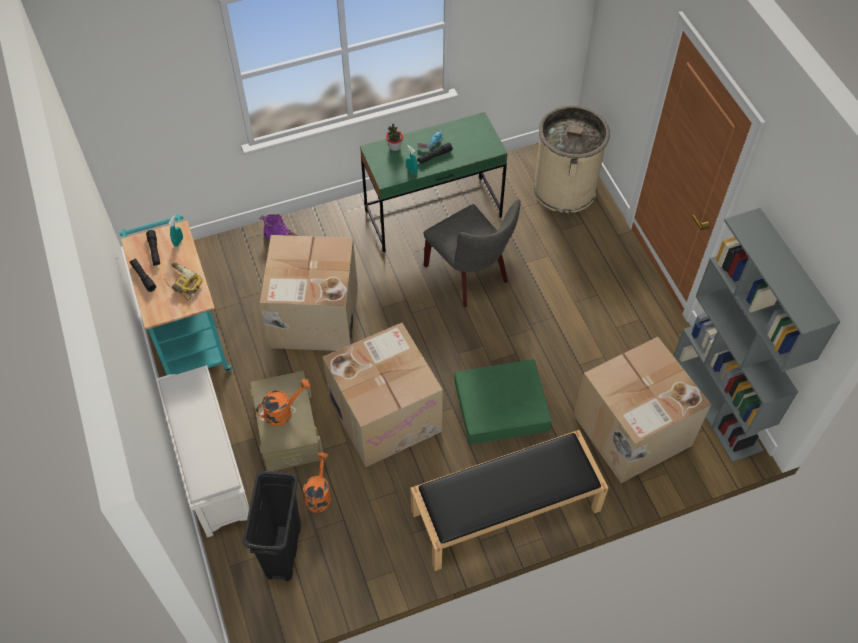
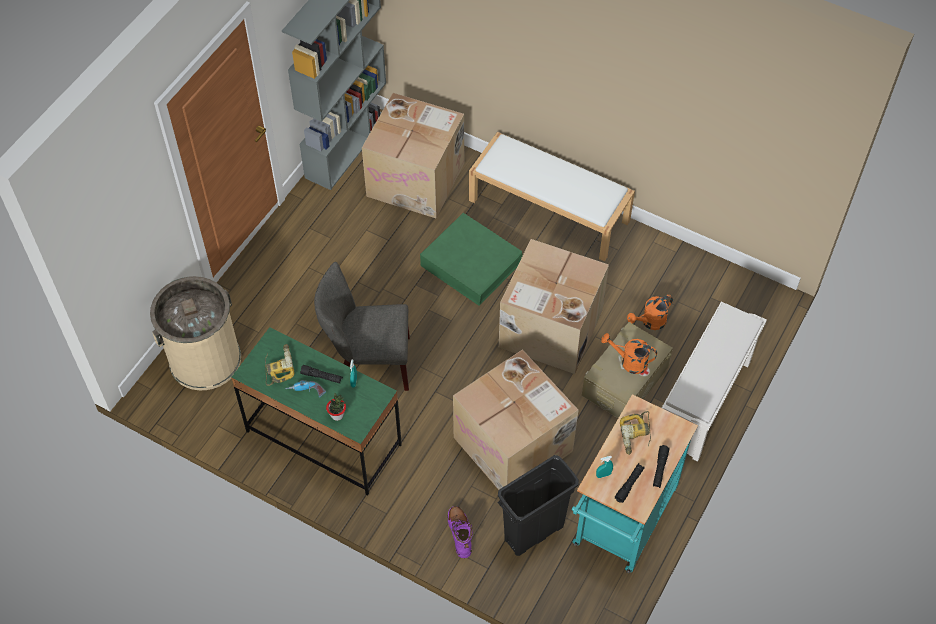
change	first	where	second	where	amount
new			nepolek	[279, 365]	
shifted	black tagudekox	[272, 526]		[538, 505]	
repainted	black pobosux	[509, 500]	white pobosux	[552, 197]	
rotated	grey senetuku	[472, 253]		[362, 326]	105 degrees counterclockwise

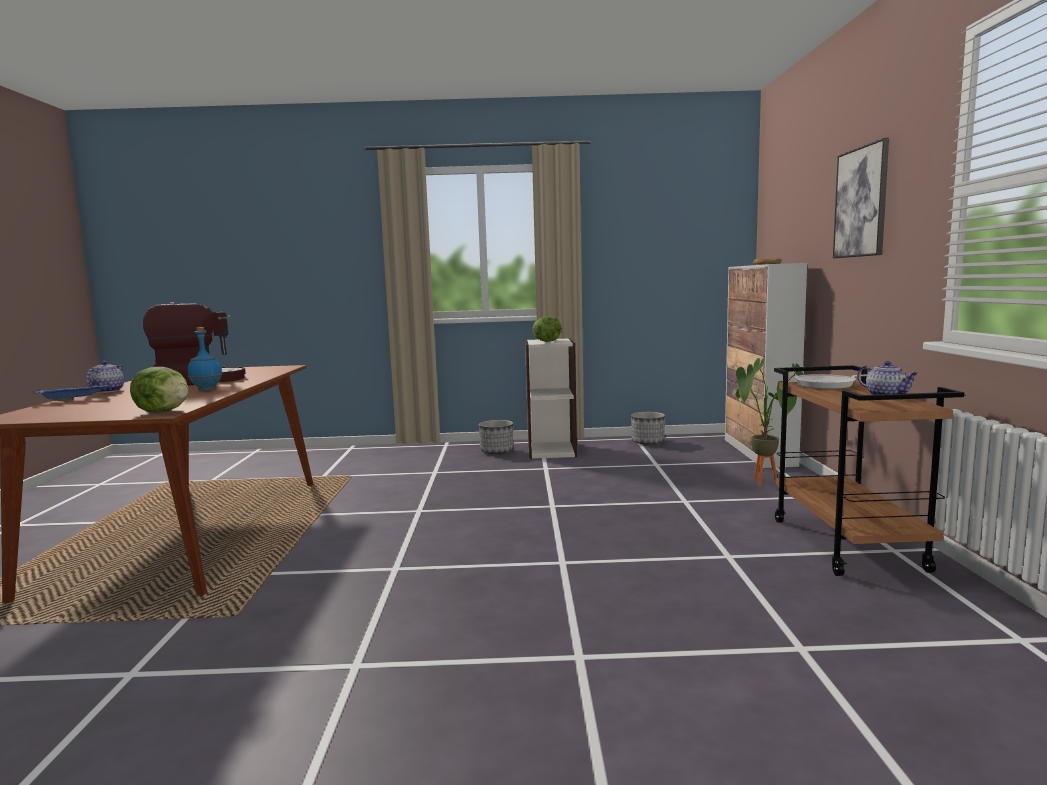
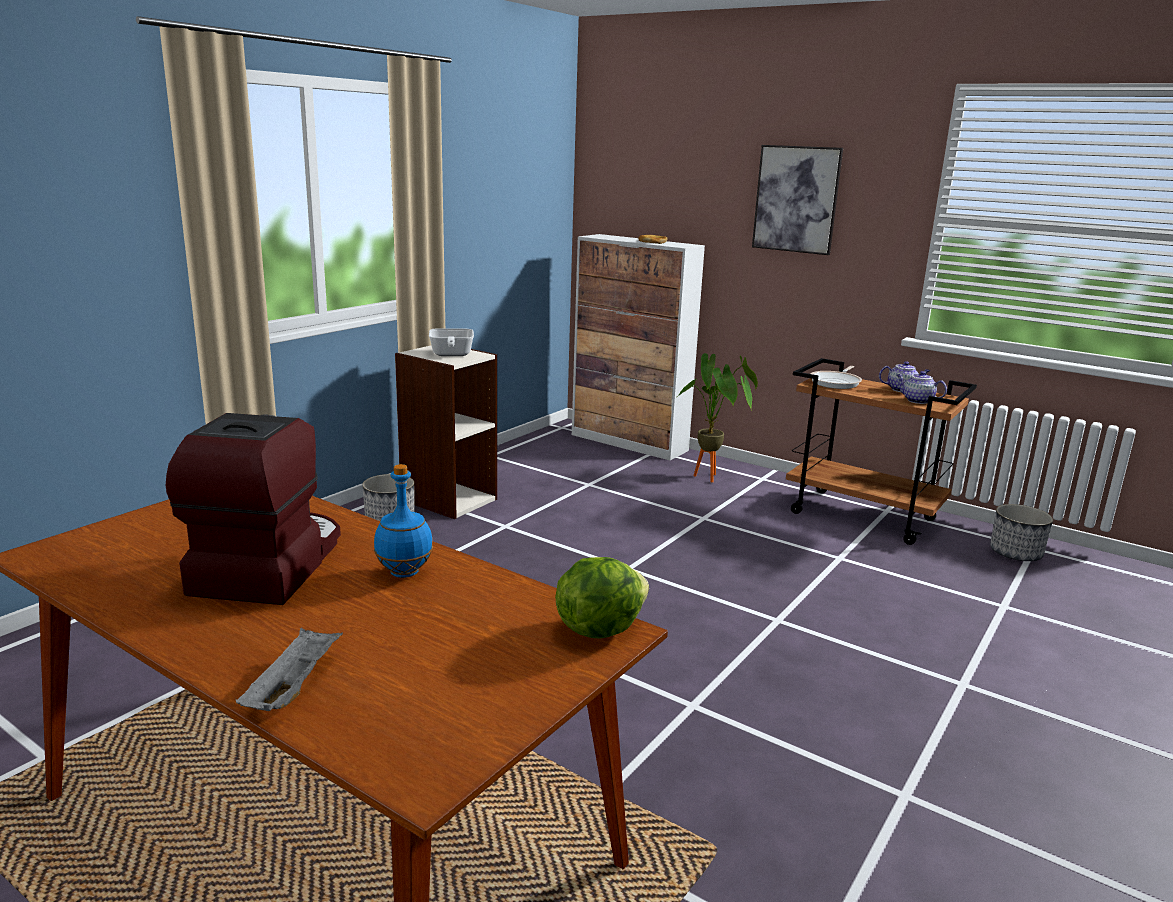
change	first	where	second	where	amount
shifted	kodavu	[105, 377]		[922, 387]	
shifted	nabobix	[648, 428]		[1021, 532]	
swapped	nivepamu	[547, 329]	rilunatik	[451, 342]	
repainted	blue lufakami	[72, 392]	grey lufakami	[289, 669]	

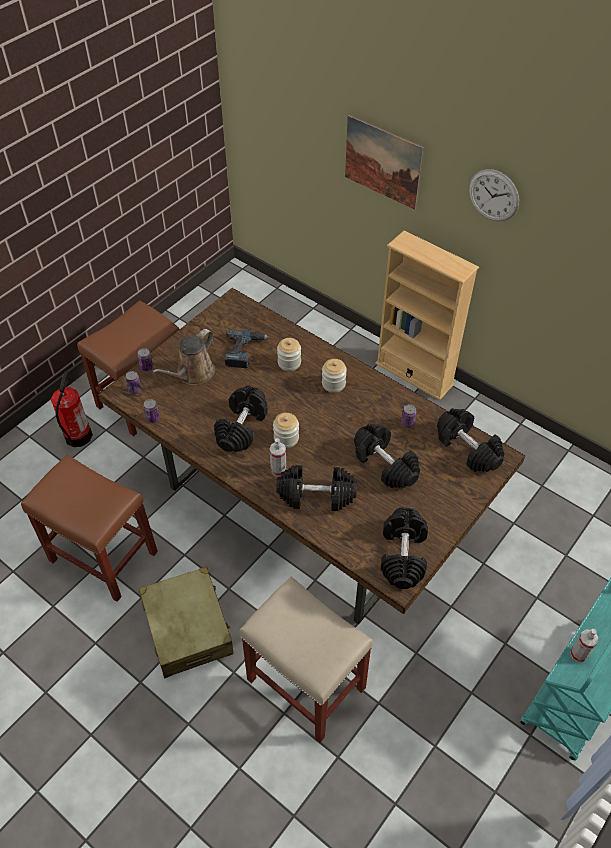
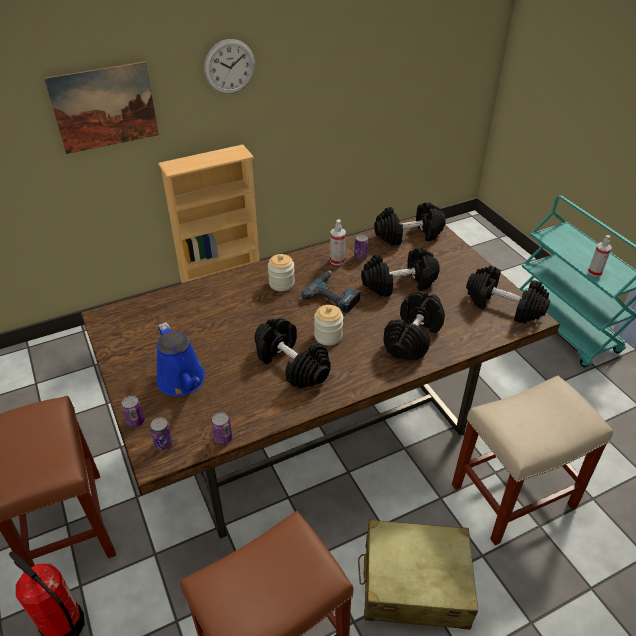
change	first	where	second	where	amount
gone	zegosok	[289, 354]			
shifted	nepolek	[247, 348]		[331, 292]	
shifted	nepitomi	[278, 457]		[338, 242]	
repainted	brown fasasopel	[183, 357]	blue fasasopel	[181, 359]	

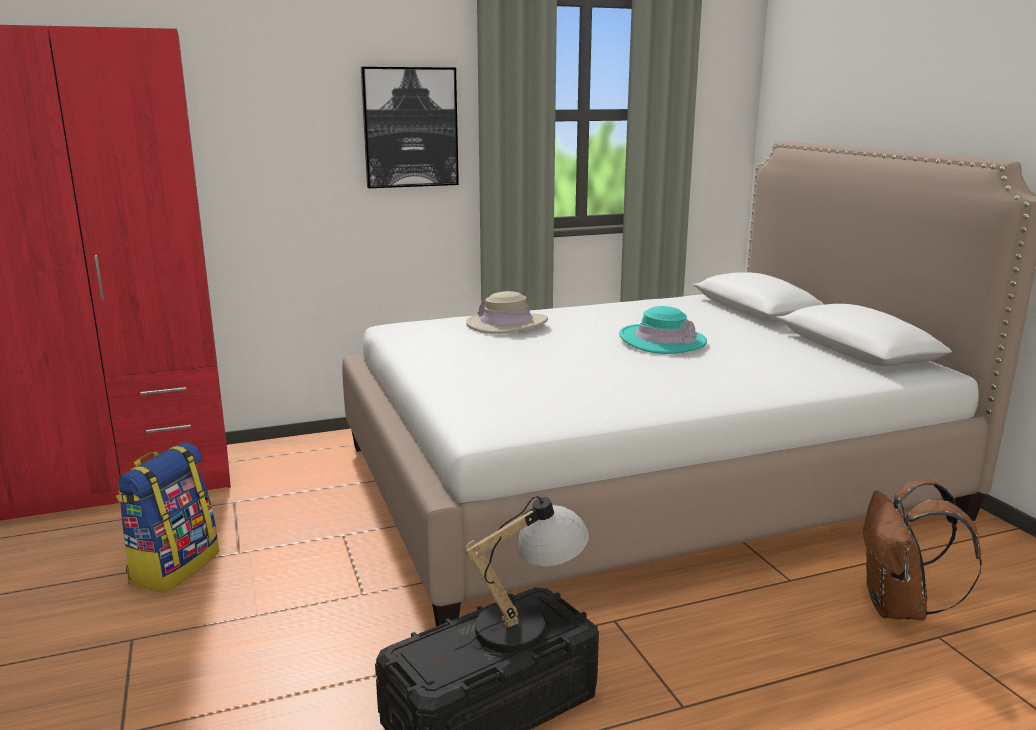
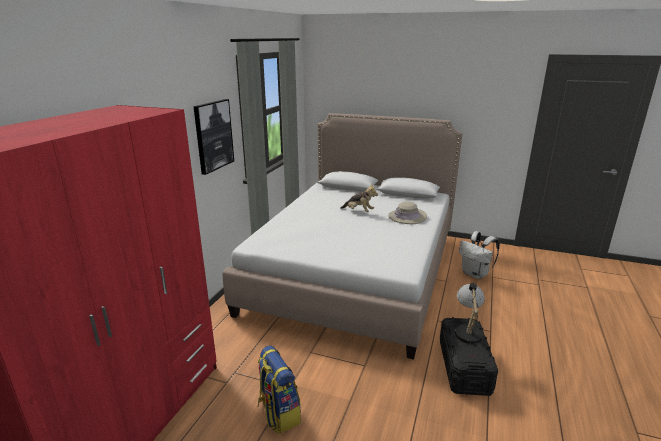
change	first	where	second	where	amount
shifted	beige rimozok	[507, 312]		[407, 212]	
swapped	turquoise rimozok	[663, 330]	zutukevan	[359, 198]	
repainted	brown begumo	[922, 550]	white begumo	[479, 255]	

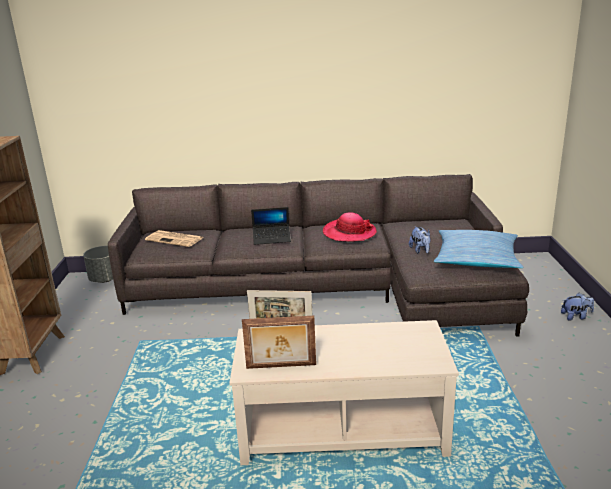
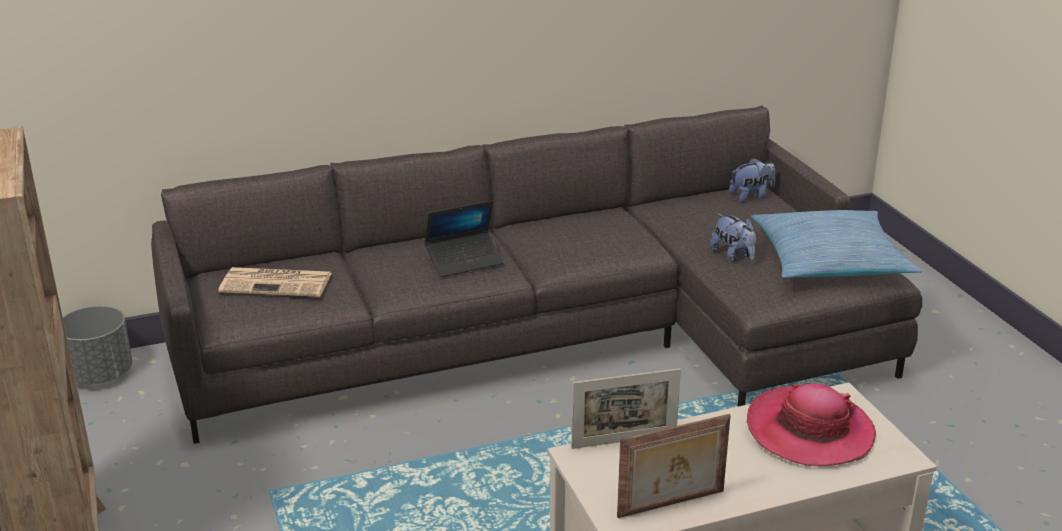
change	first	where	second	where	amount
shifted	rimozok	[350, 227]		[811, 425]	
shifted	zutukevan	[577, 307]		[752, 180]	

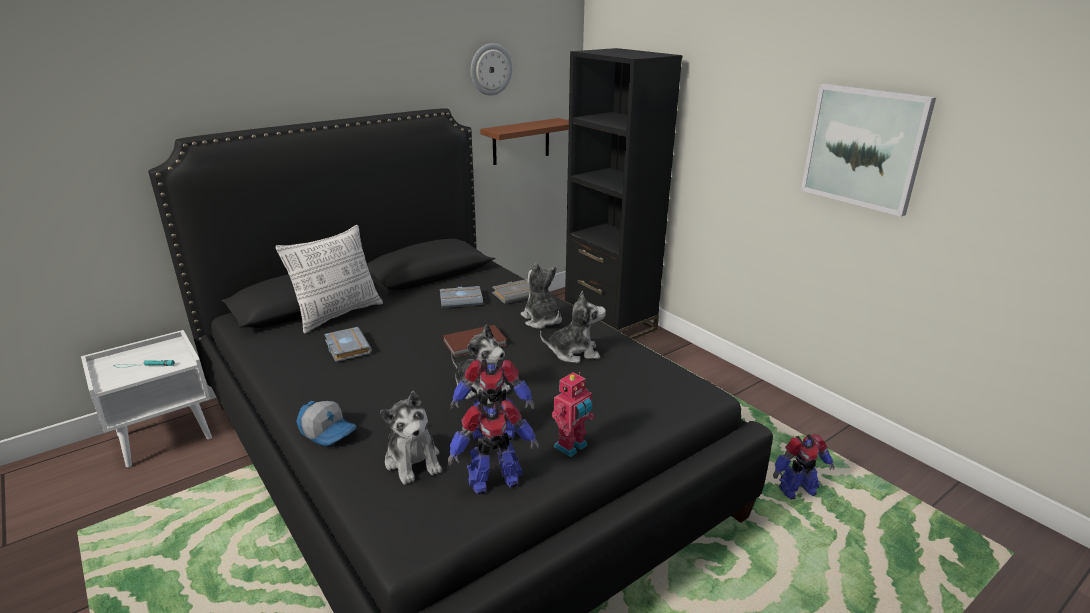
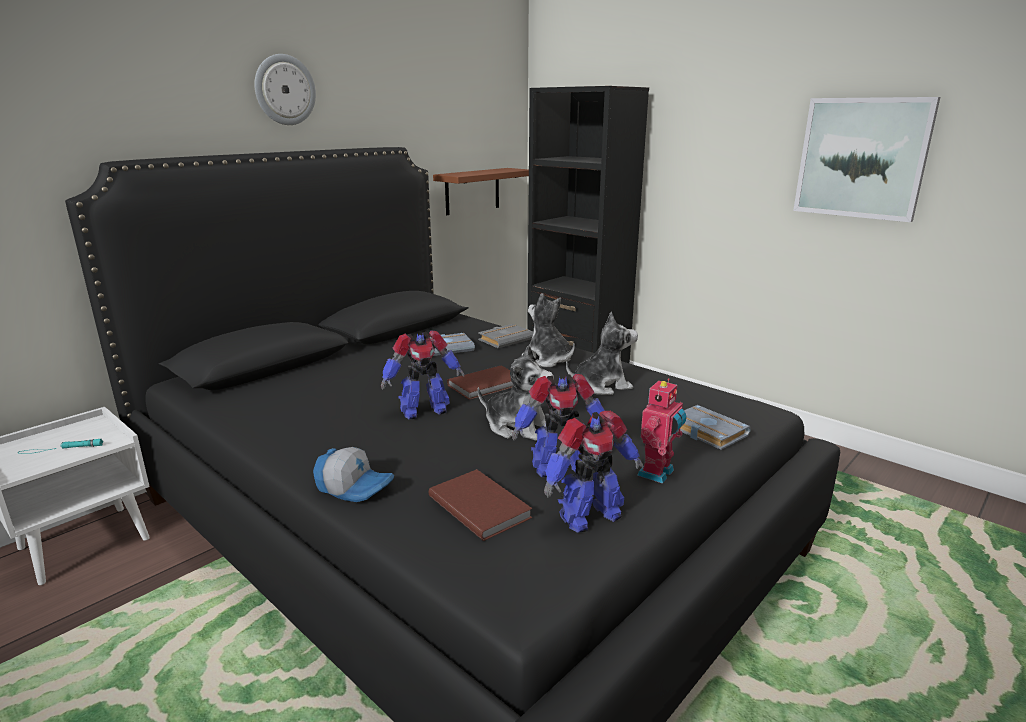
change	first	where	second	where	amount
gone	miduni	[329, 279]			
shifted	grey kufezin	[348, 344]		[715, 427]	
shifted	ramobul	[492, 69]		[285, 89]	
shifted	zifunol	[803, 466]		[422, 375]	
swapped	zutukevan	[411, 438]	brown kufezin	[481, 505]	

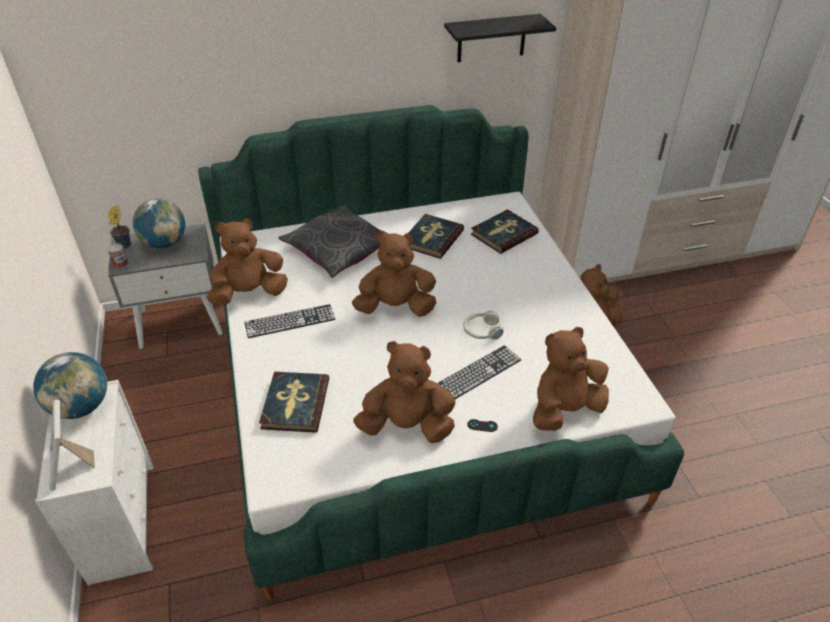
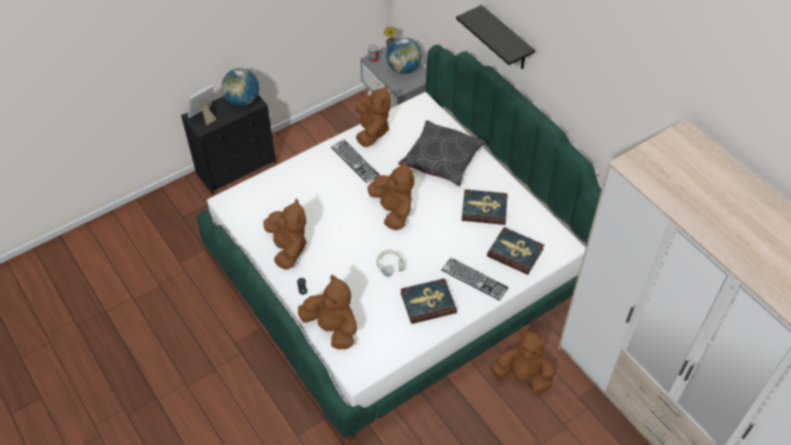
change	first	where	second	where	amount
shifted	kufezin	[294, 402]		[428, 301]	
shifted	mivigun	[479, 372]		[475, 279]	
shifted	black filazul	[500, 38]		[495, 37]	
repainted	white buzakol	[94, 482]	black buzakol	[228, 145]	
rotated	brown zutukevan	[247, 262]		[373, 116]	45 degrees clockwise

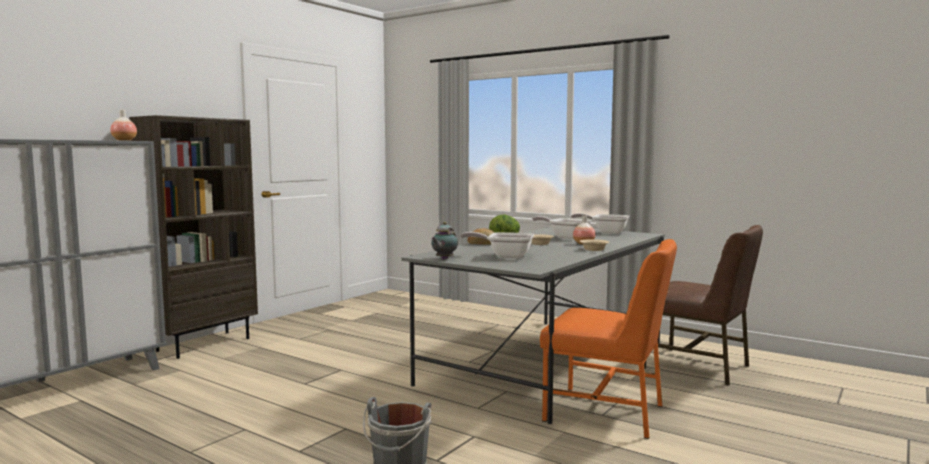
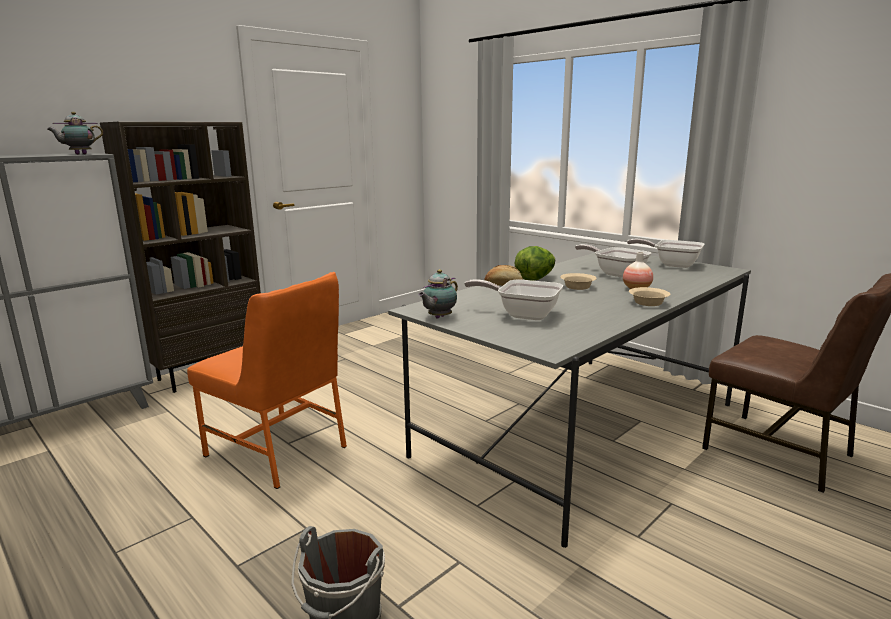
change	first	where	second	where	amount
shifted	orange senetuku	[608, 339]		[267, 380]	
swapped	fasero	[123, 125]	kodavu	[75, 133]	

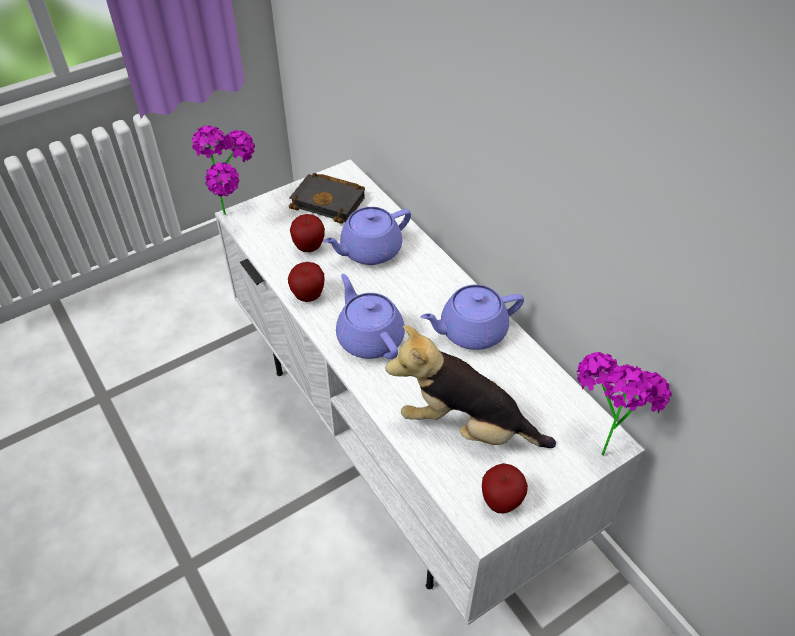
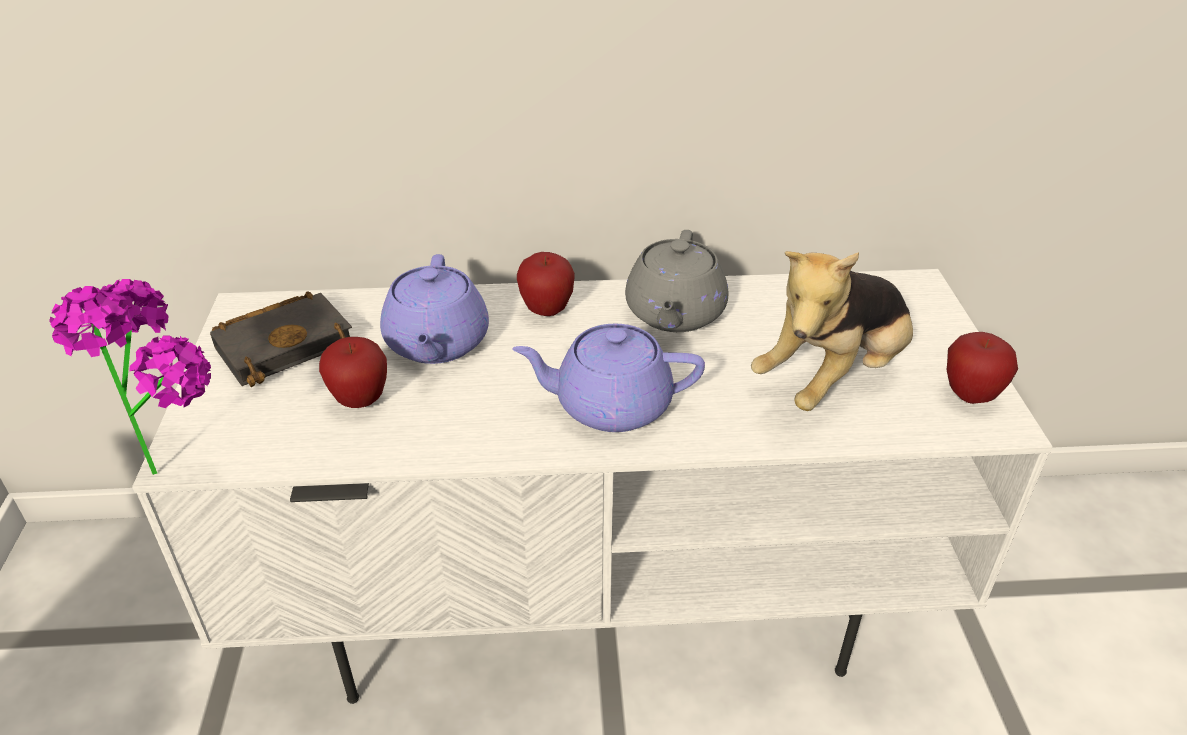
change	first	where	second	where	amount
gone	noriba	[624, 404]			
shifted	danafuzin	[306, 282]		[545, 284]	
repainted	purple kodavu	[472, 317]	grey kodavu	[676, 281]	

